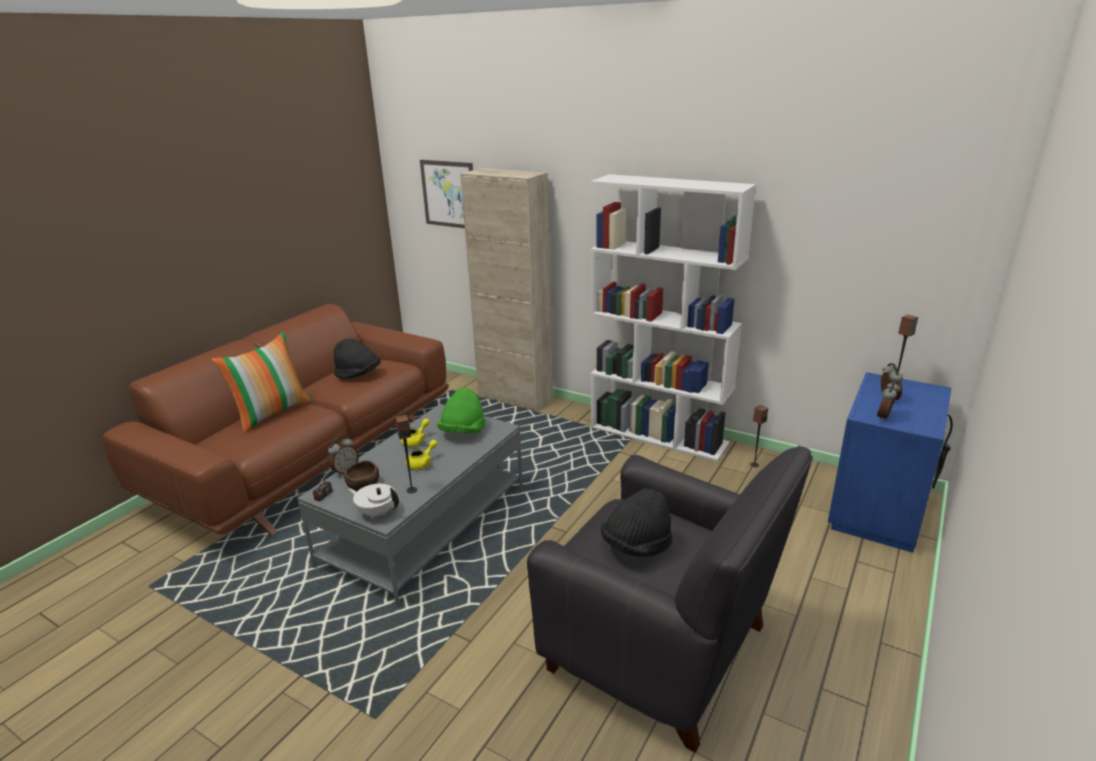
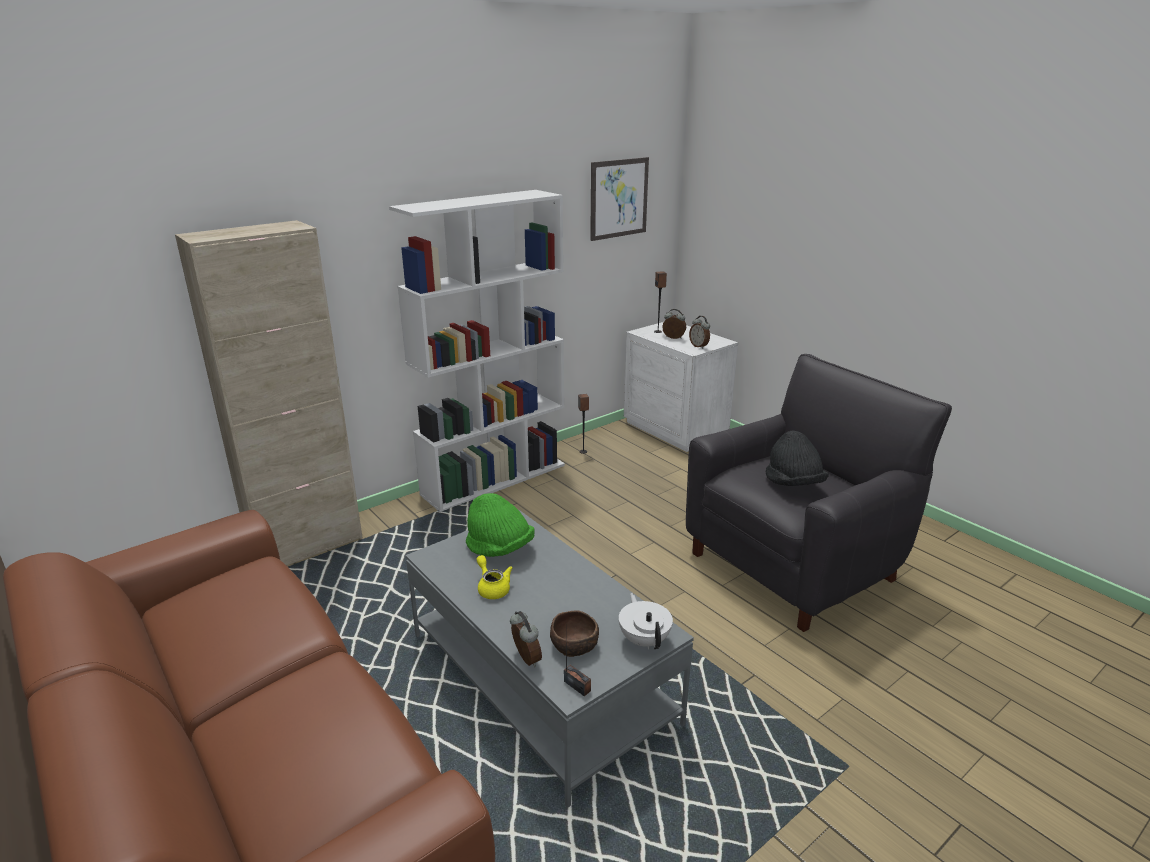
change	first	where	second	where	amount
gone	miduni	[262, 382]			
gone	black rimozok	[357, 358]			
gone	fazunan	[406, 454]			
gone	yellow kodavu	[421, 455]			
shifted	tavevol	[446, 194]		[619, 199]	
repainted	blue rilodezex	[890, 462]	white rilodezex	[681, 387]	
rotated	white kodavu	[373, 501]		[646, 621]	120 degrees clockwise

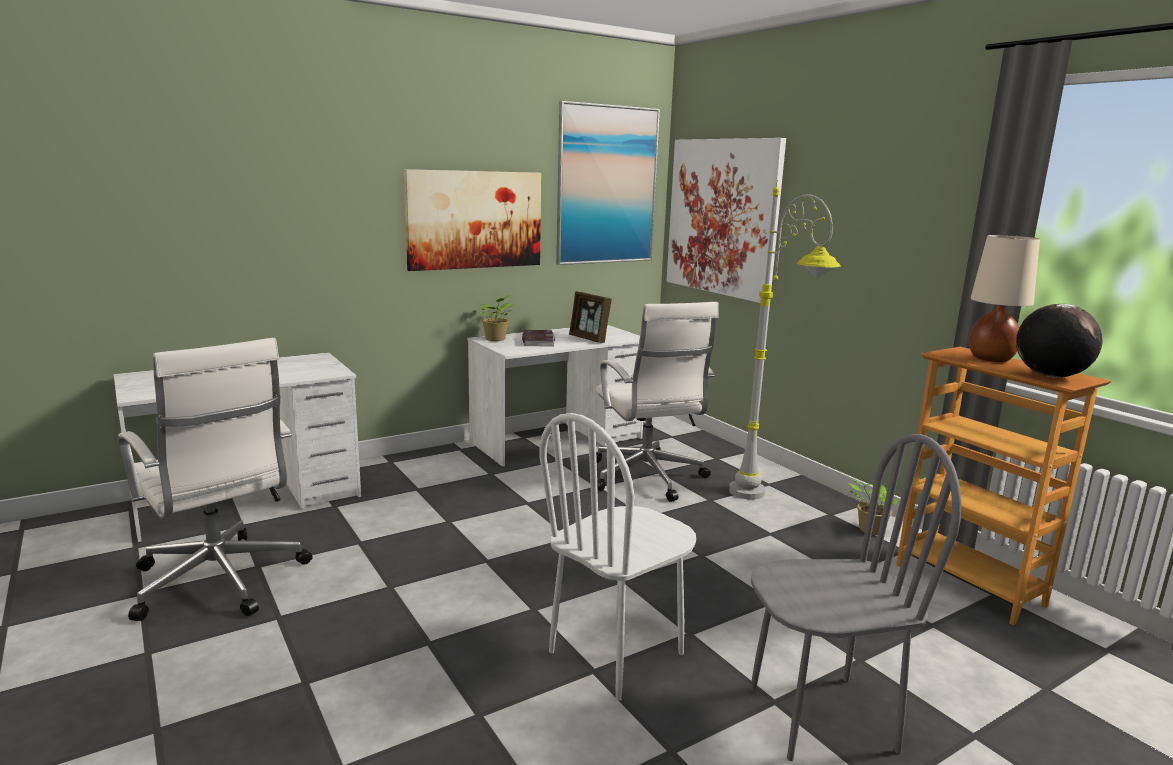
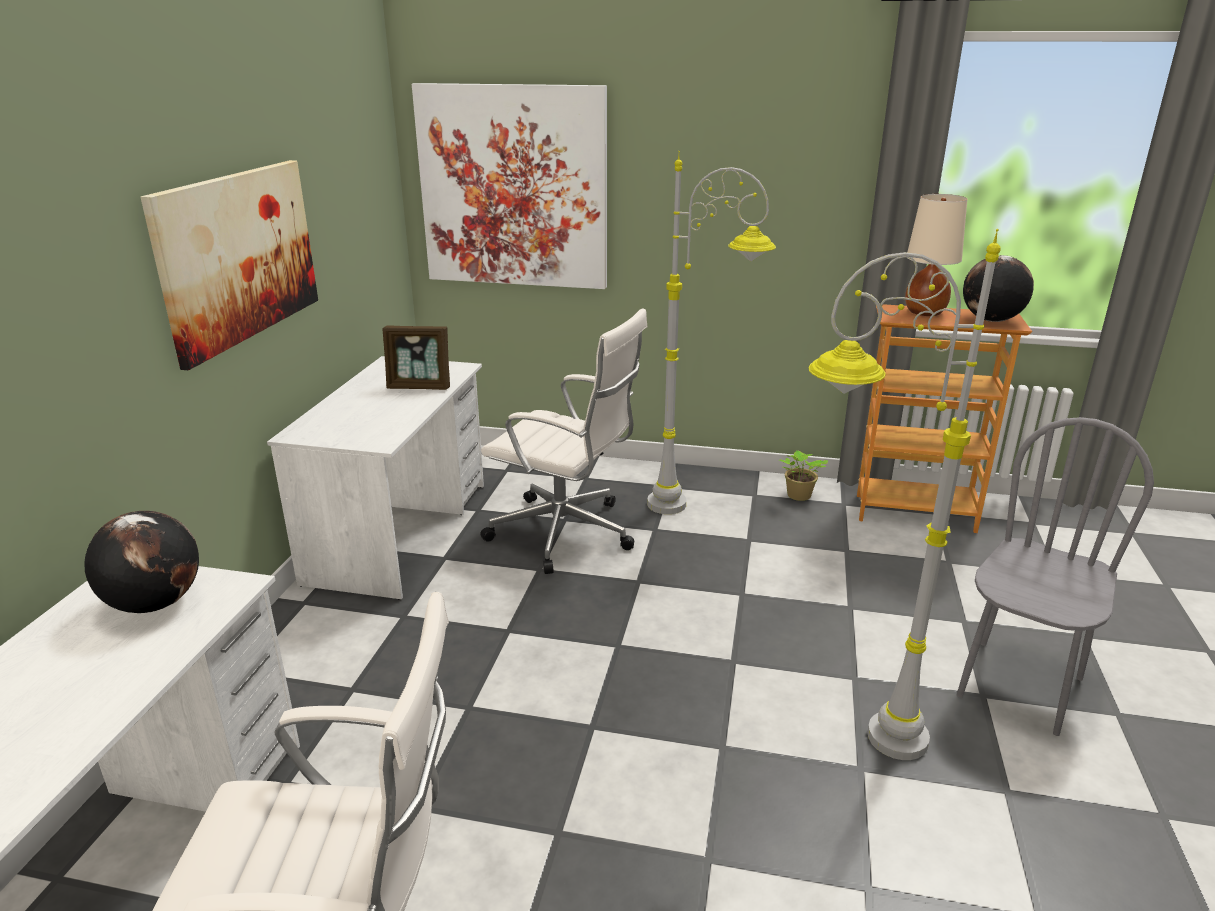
change	first	where	second	where	amount
gone	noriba	[495, 318]			
gone	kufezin	[538, 338]			
gone	tavevol	[608, 183]			
new			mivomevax	[141, 562]	
swapped	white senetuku	[618, 556]	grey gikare	[904, 494]	

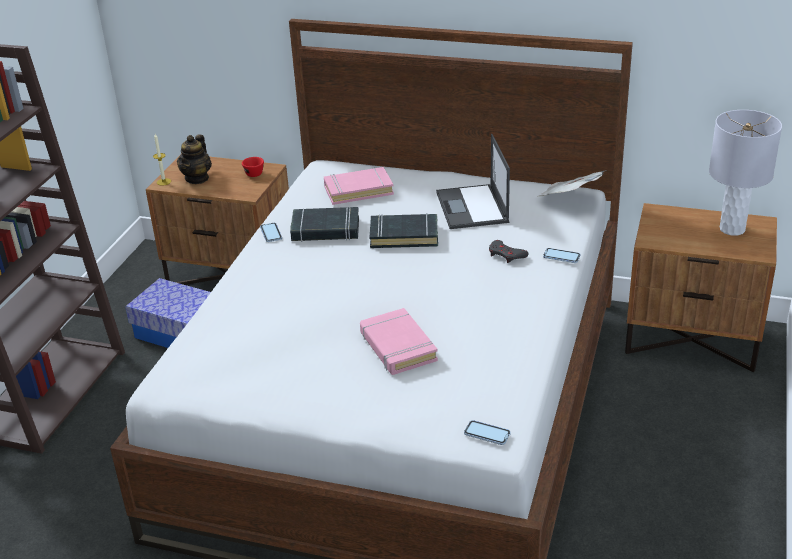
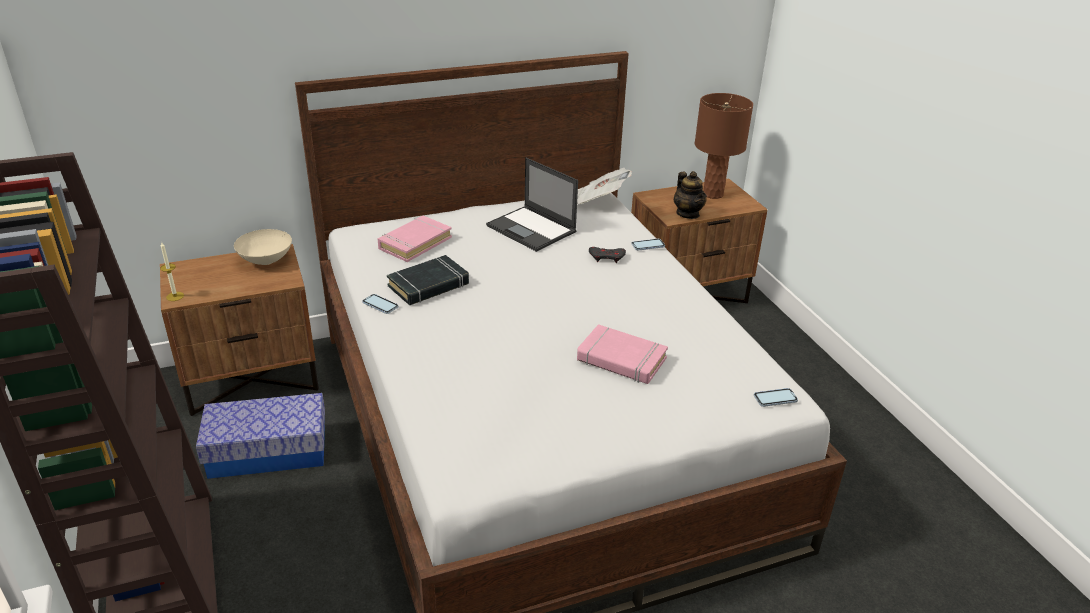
change	first	where	second	where	amount
gone	black kufezin	[404, 230]			
shifted	kodavu	[194, 159]		[690, 195]	
swapped	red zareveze	[253, 167]	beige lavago	[263, 247]	
repainted	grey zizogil	[745, 173]	brown zizogil	[724, 146]	

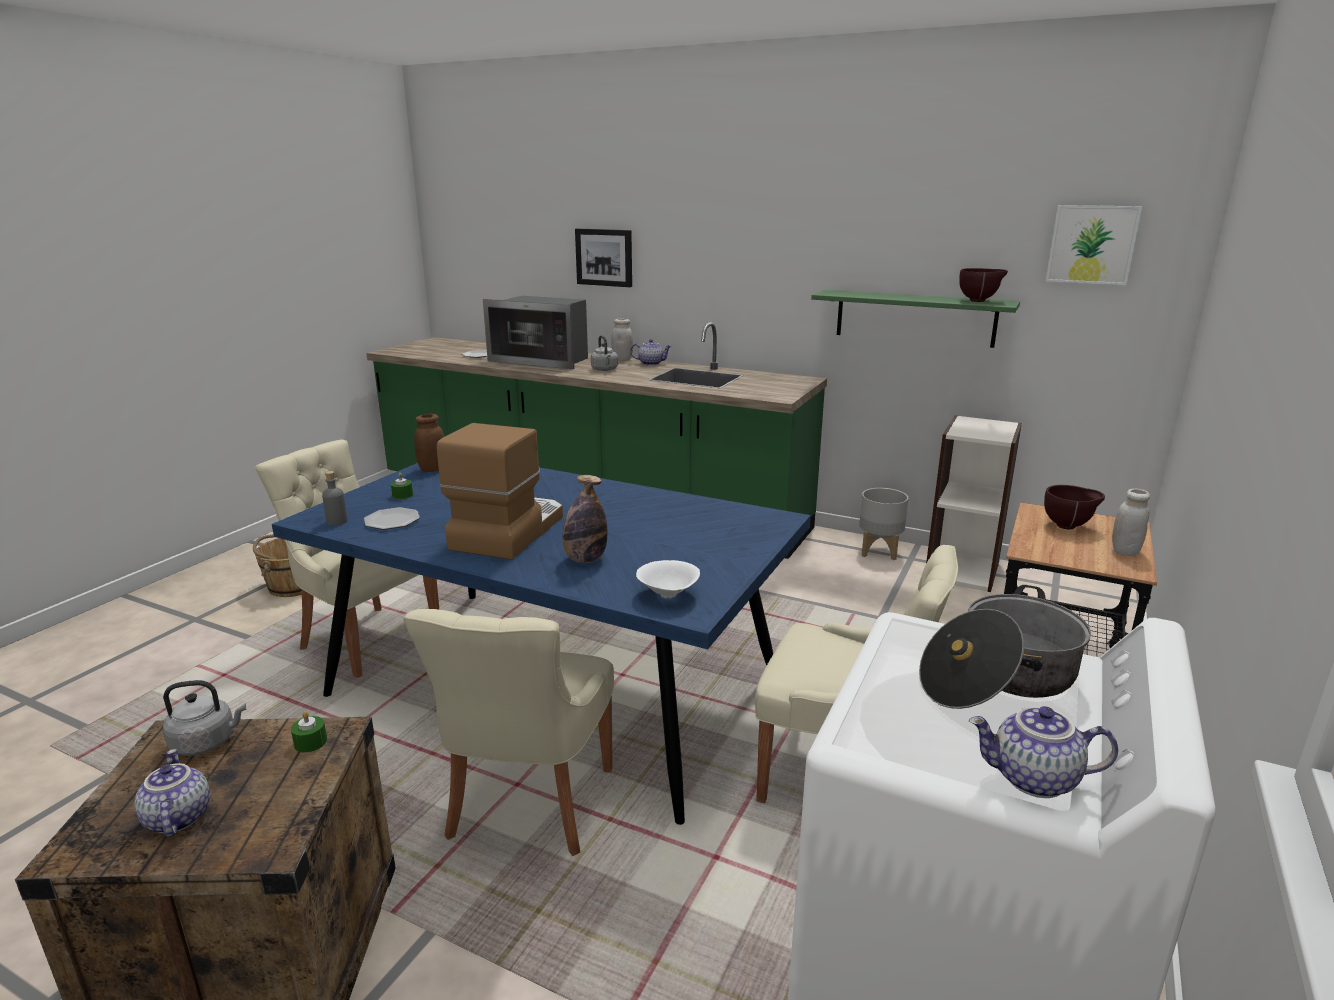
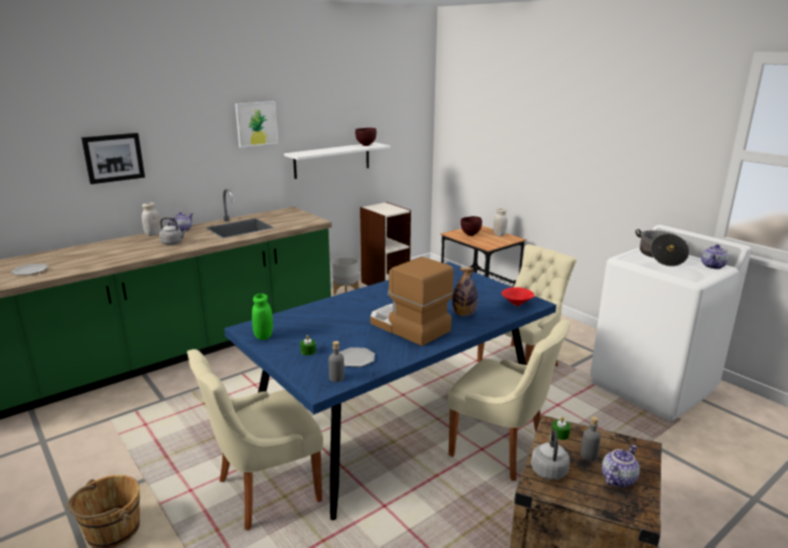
change	first	where	second	where	amount
gone	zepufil	[535, 333]			
new			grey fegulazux	[590, 438]	
shifted	tavevol	[1094, 245]		[256, 124]	
repainted	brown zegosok	[429, 443]	green zegosok	[262, 317]	
repainted	white lavago	[668, 579]	red lavago	[518, 296]	
repainted	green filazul	[915, 319]	white filazul	[337, 160]	
rotated	kodavu	[172, 793]		[621, 466]	135 degrees clockwise

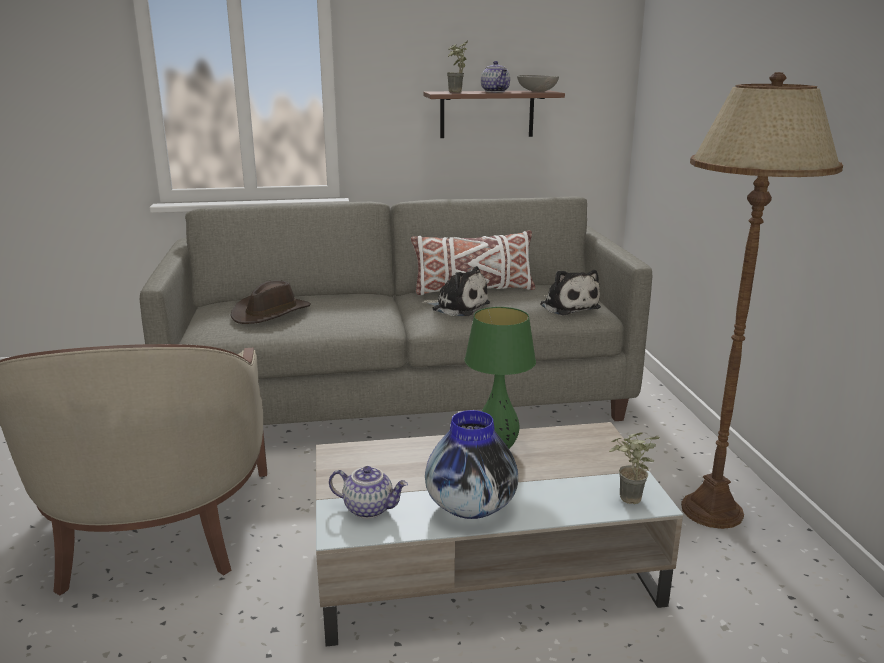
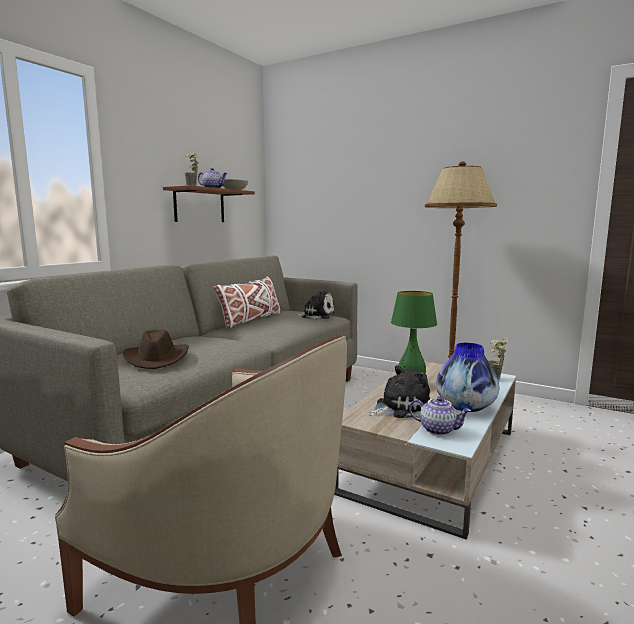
change	first	where	second	where	amount
shifted	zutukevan	[456, 291]		[399, 391]	
rotated	kodavu	[368, 492]		[440, 415]	60 degrees clockwise

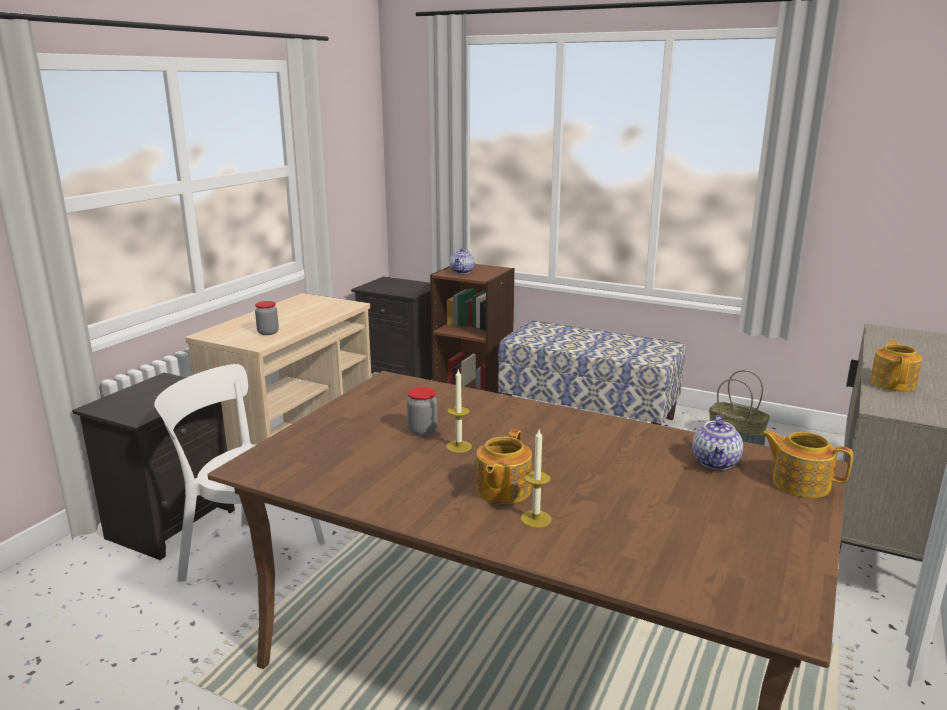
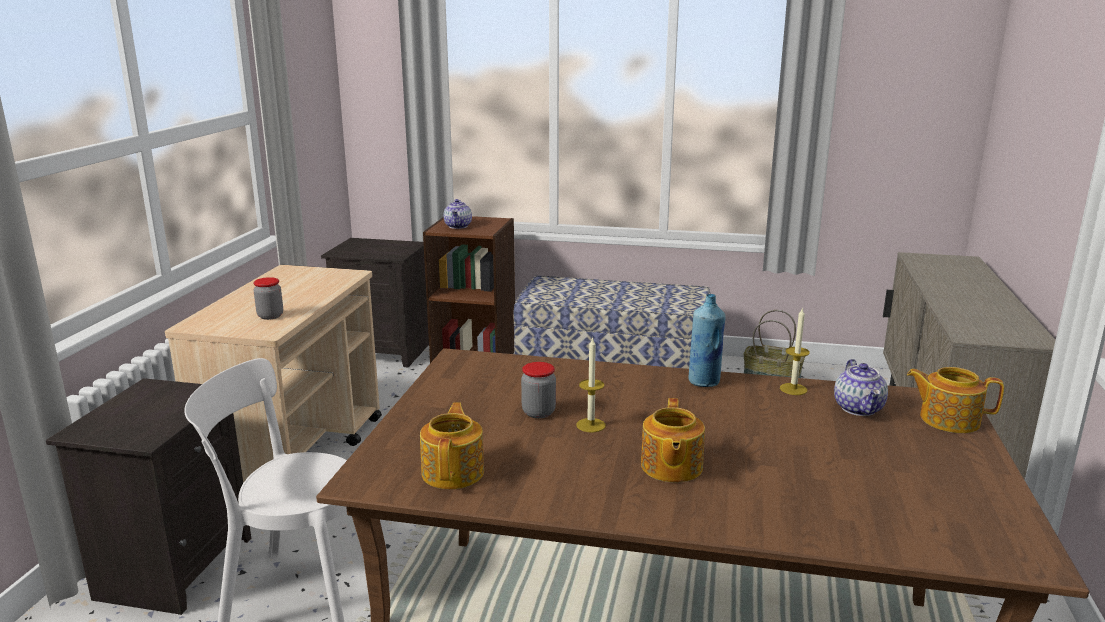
change	first	where	second	where	amount
new			blue fegulazux	[707, 340]	
shifted	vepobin	[536, 478]		[795, 351]	
shifted	kodavu	[896, 366]		[452, 445]	

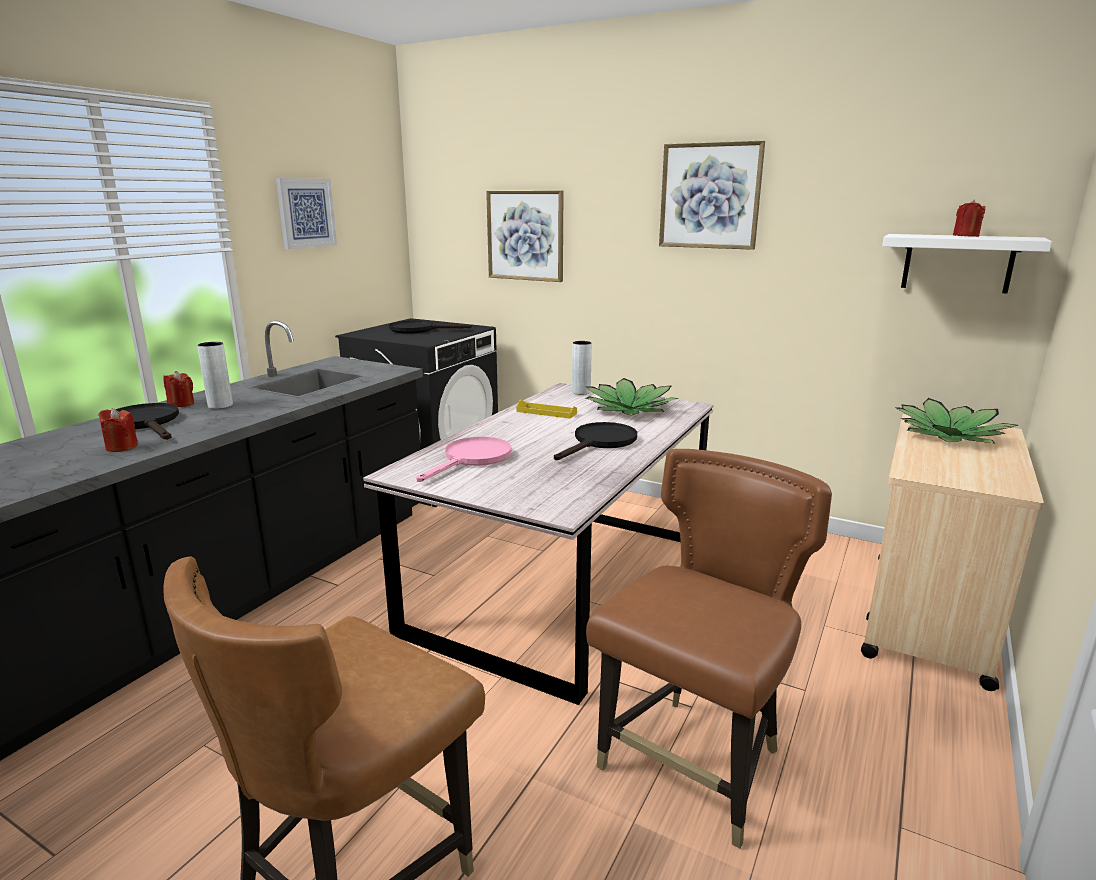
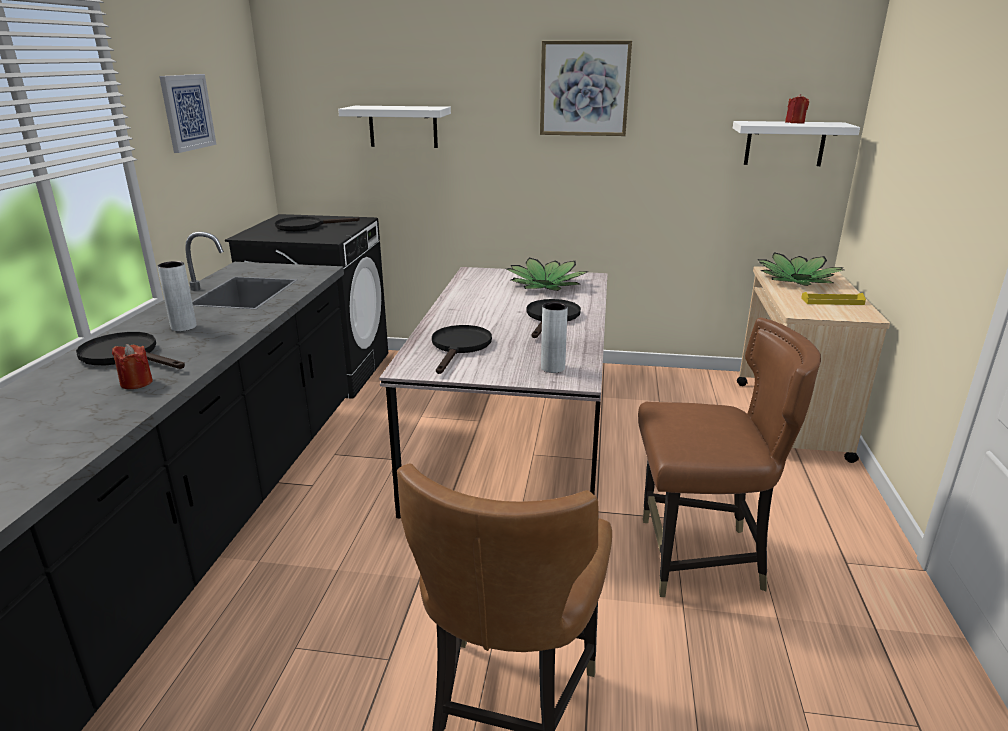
change	first	where	second	where	amount
gone	red vepobin	[178, 389]			
shifted	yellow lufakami	[547, 409]		[833, 298]	
shifted	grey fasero	[582, 368]		[554, 337]	
swapped	tavevol	[524, 236]	white filazul	[394, 127]	
repainted	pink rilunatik	[464, 459]	black rilunatik	[462, 349]	
rotated	brown senetuku	[709, 649]		[729, 457]	75 degrees clockwise

